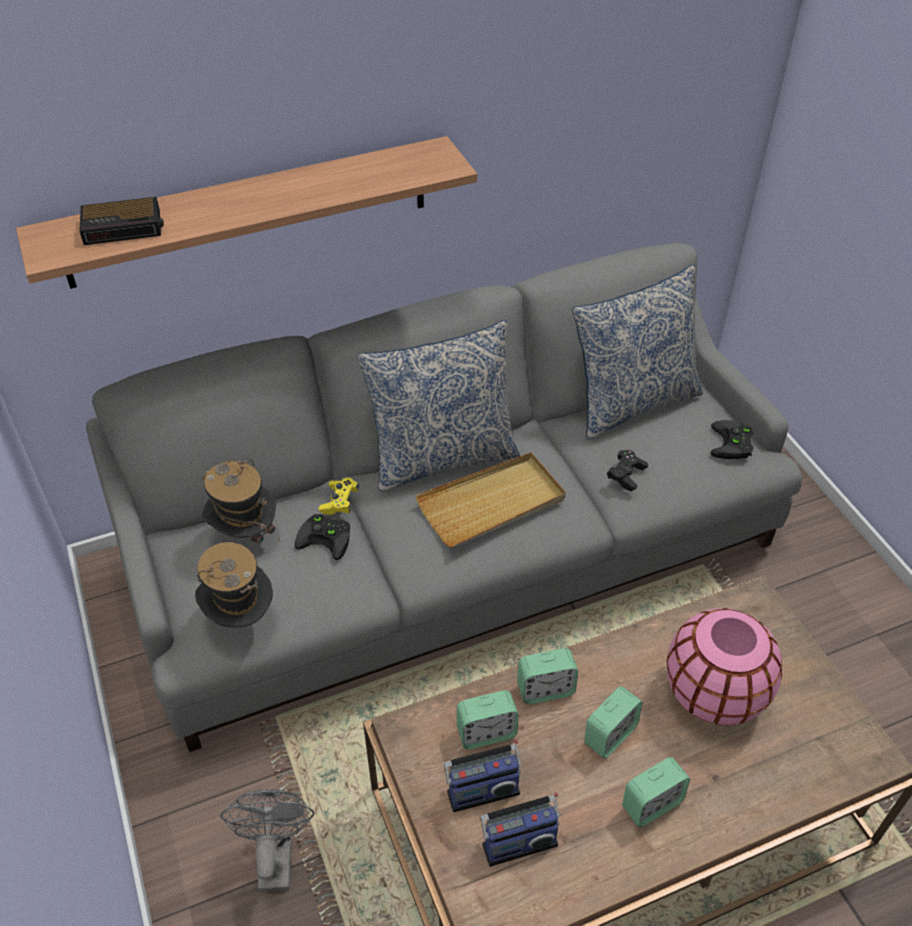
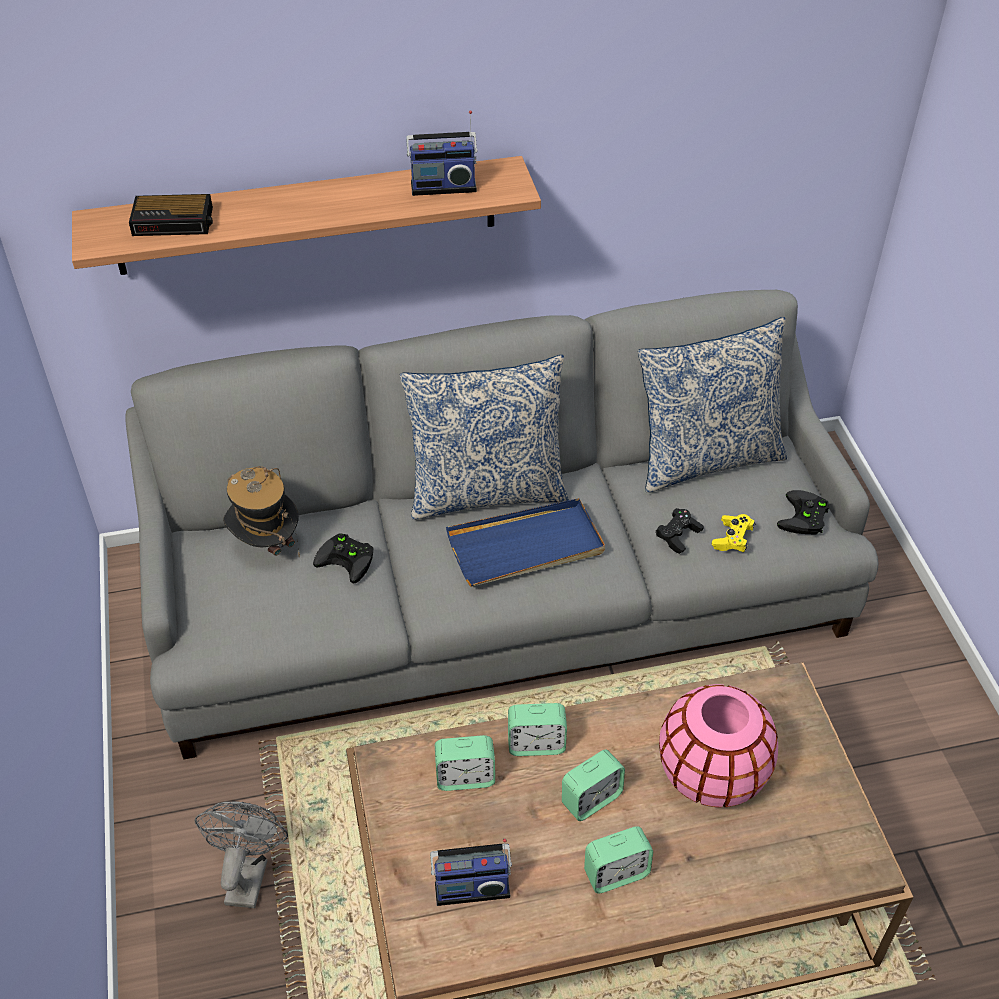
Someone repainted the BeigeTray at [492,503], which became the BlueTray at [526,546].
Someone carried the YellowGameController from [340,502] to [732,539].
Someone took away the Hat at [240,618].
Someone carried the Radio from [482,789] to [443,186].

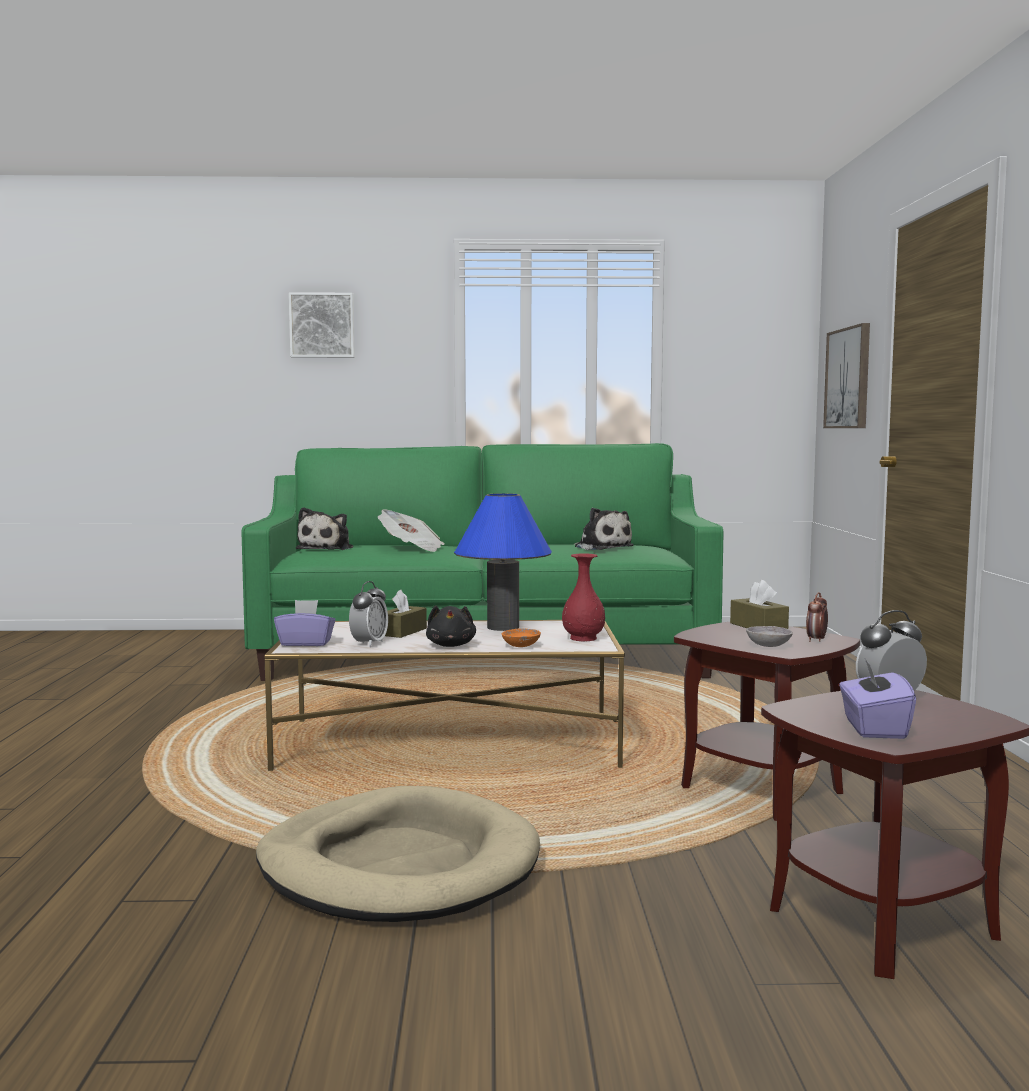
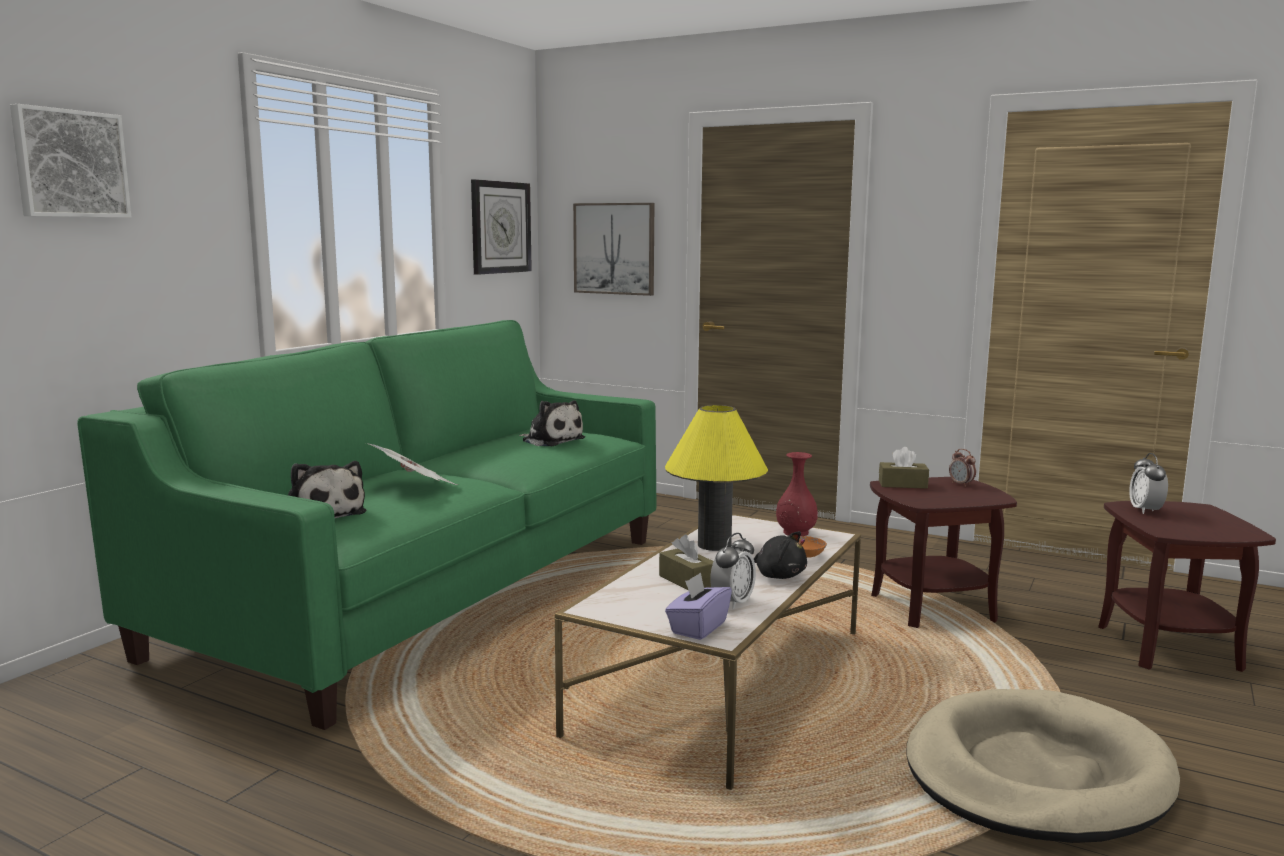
Someone repainted the BlueTableLamp at [503,627], which became the YellowTableLamp at [714,545].
Someone rotated the PlushToy at [601,547] by 45 degrees clockwise.
Someone rotated the AlarmClock at [369,643] by 75 degrees clockwise.
Someone took away the GreyBowl at [768,646].
Someone took away the PurpleTissueBox at [873,728].
Someone put up the WallClock at [500,227].

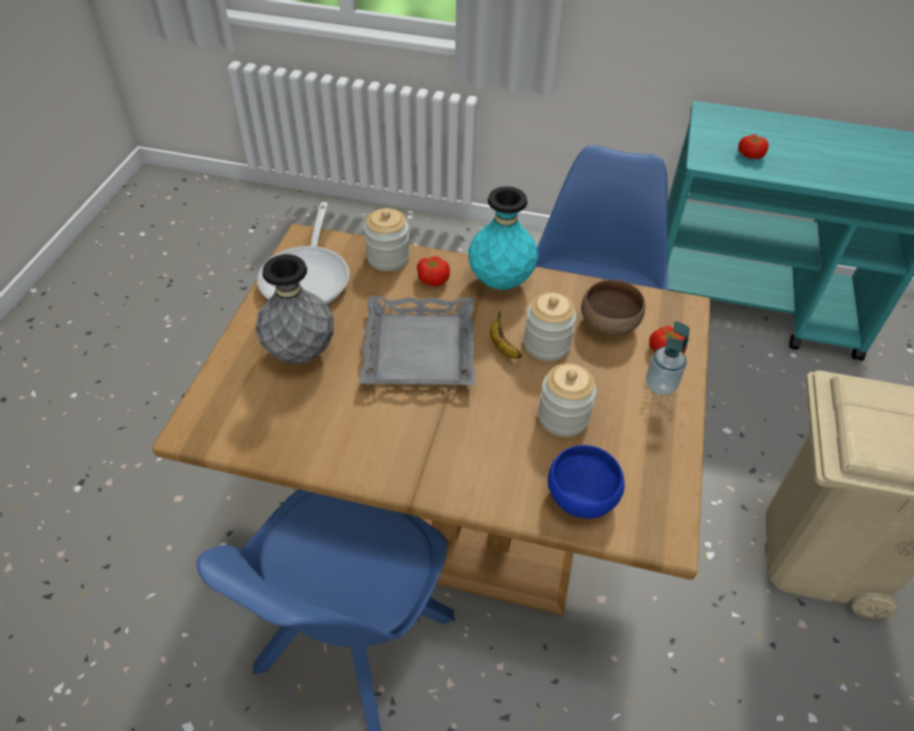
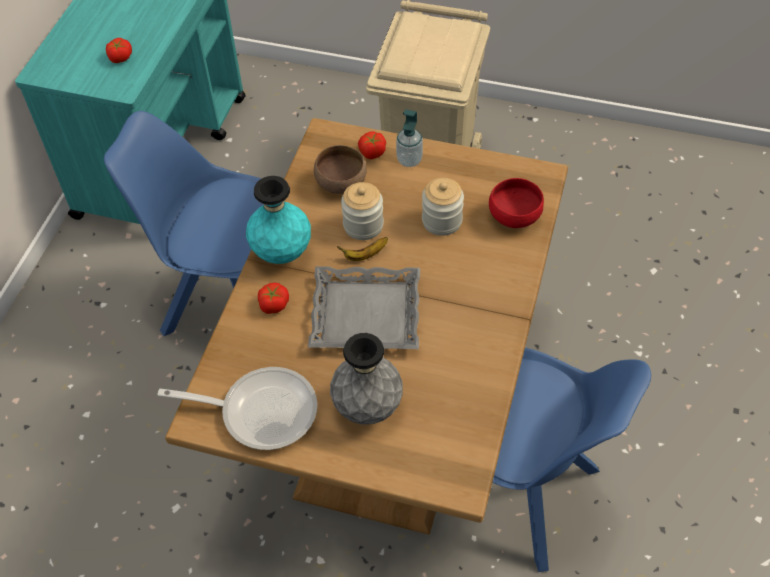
Someone took away the Jar at [388,258].
Someone repainted the BlueBowl at [580,495], which became the RedBowl at [513,217].

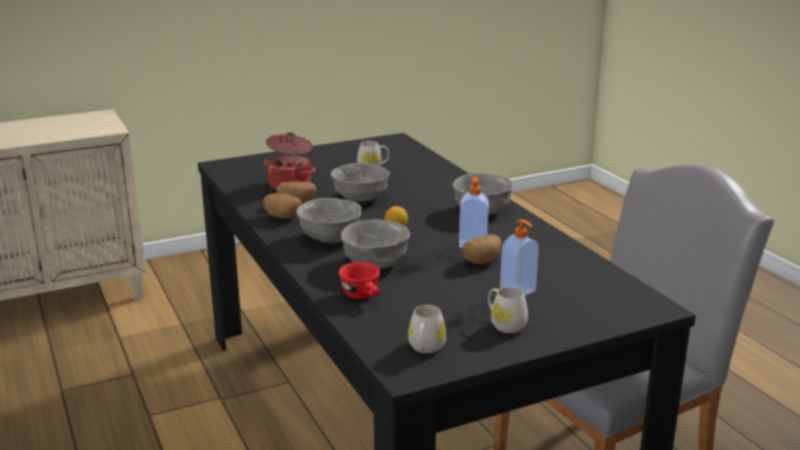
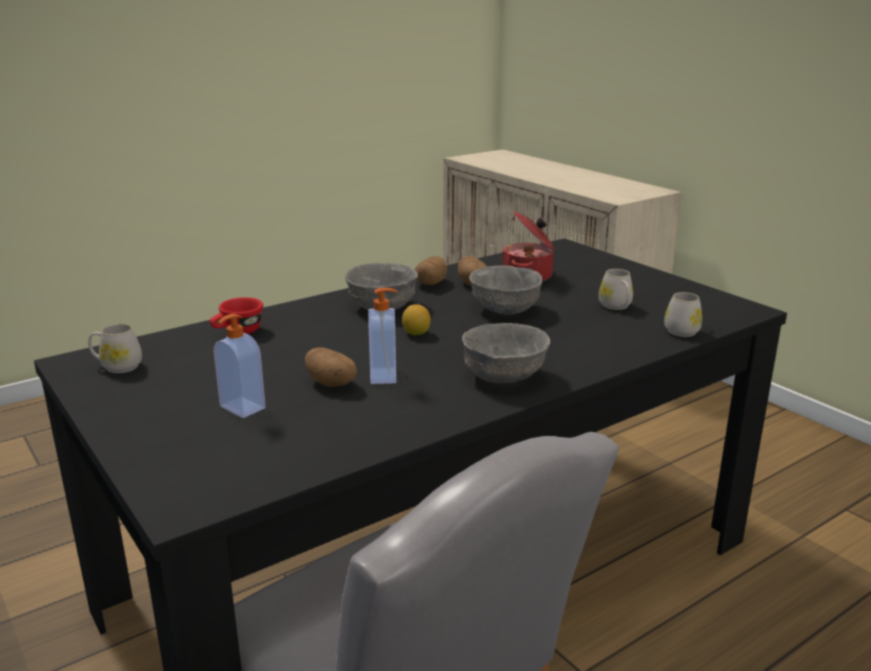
Someone took away the GreyBowl at [376,262].
Someone carried the WhiteMug from [505,324] to [683,330].

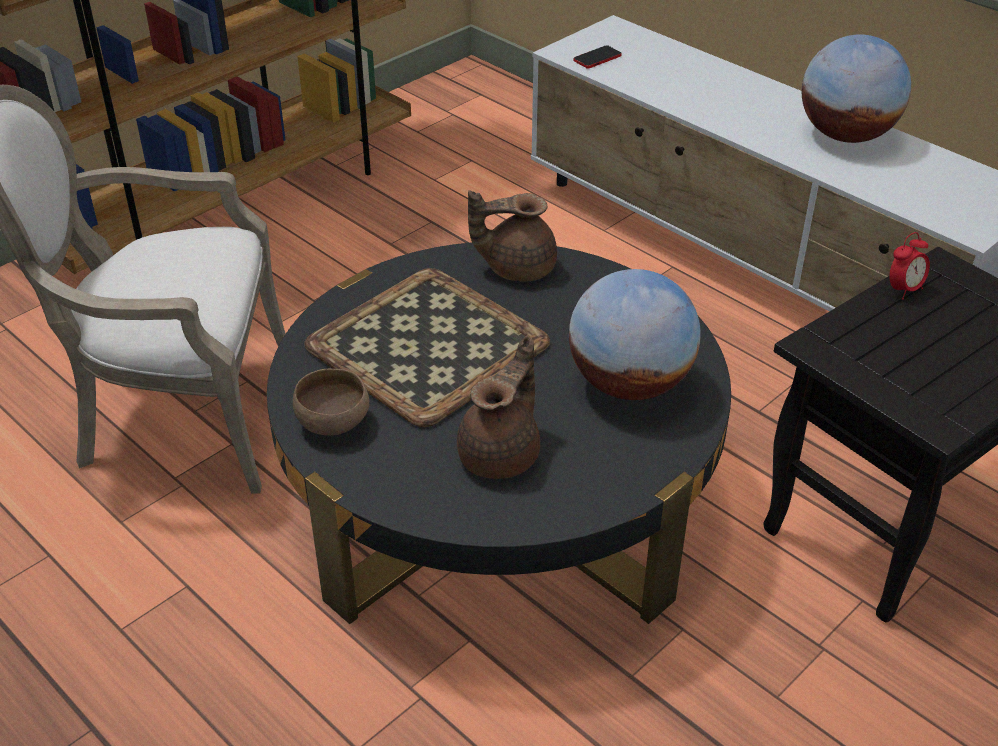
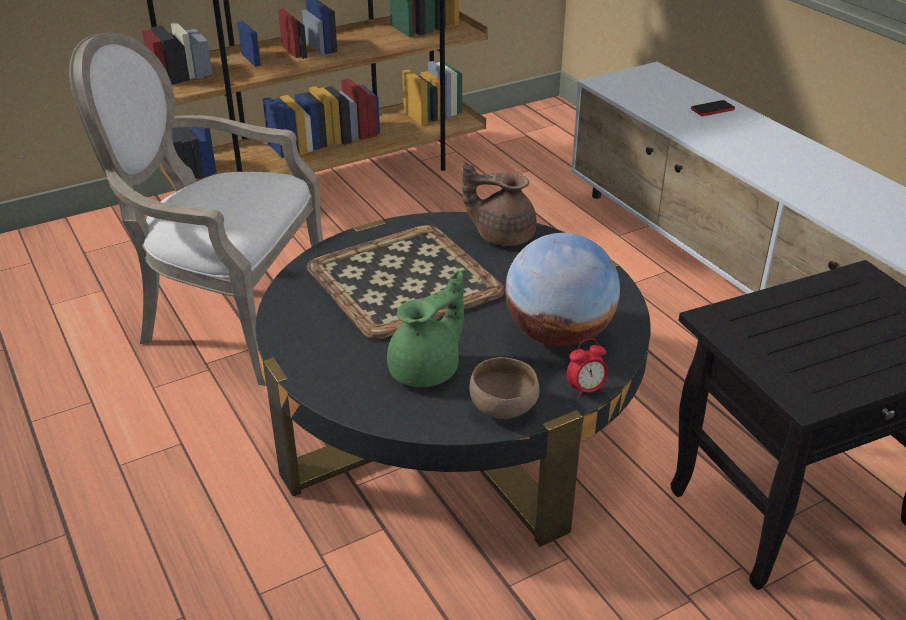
Someone took away the Globe at [845,135].
Someone carried the Phone from [597,58] to [712,109].
Someone carried the AlarmClock from [904,290] to [586,390].
Someone repainted the BrownTeapot at [502,454], which became the GreenTeapot at [427,370].
Someone carried the BrownBowl from [334,422] to [504,407].

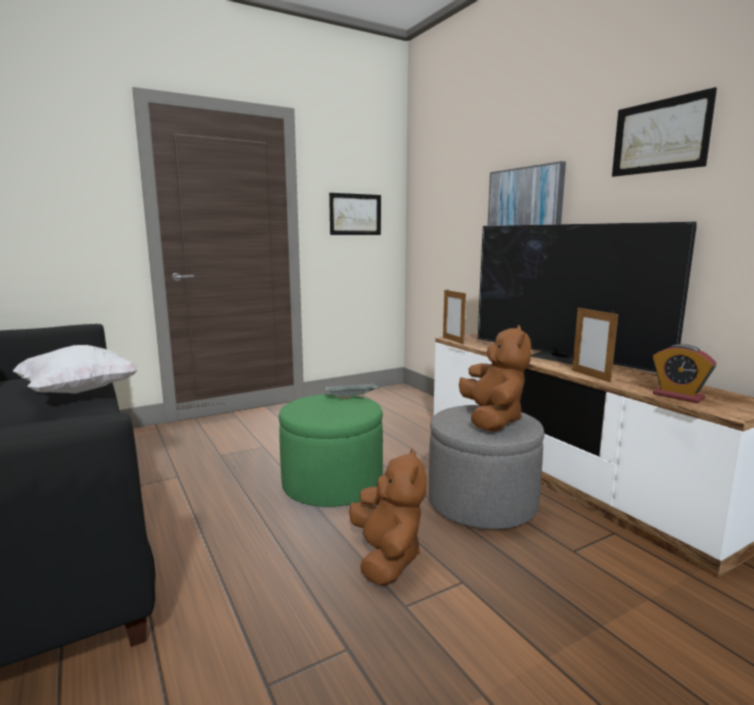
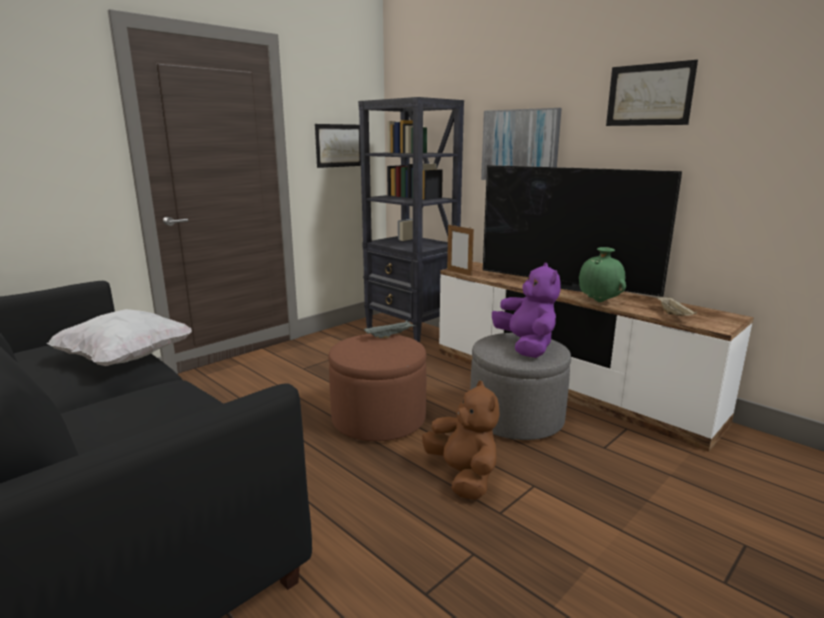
Someone swapped the PictureFrame at [590,376] for the GreenVase at [599,301].
Someone repainted the BrownPlushToy at [492,419], which became the PurplePlushToy at [526,346].
Someone swapped the AlarmClock at [678,396] for the BeigeTray at [674,315].
Someone repainted the GreenOttoman at [332,484], which became the BrownOttoman at [379,419].
Someone put down the BlackBookcase at [411,332].

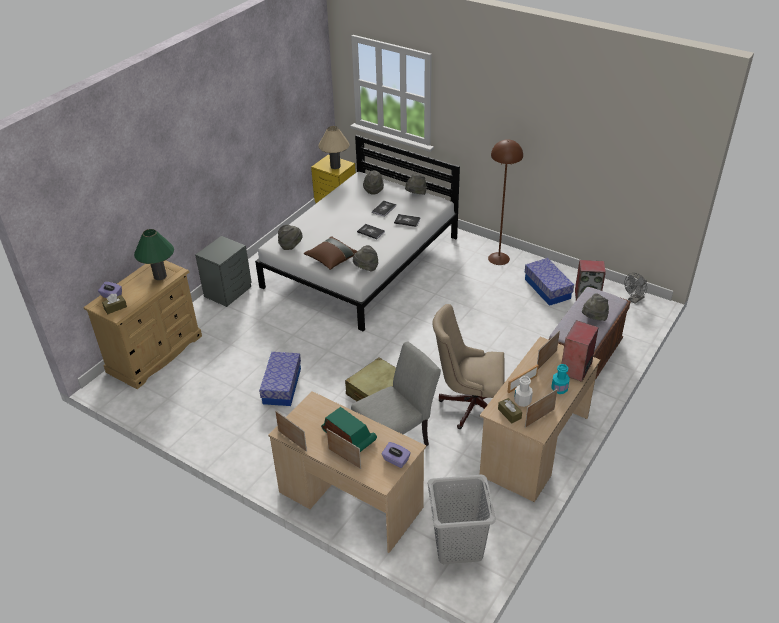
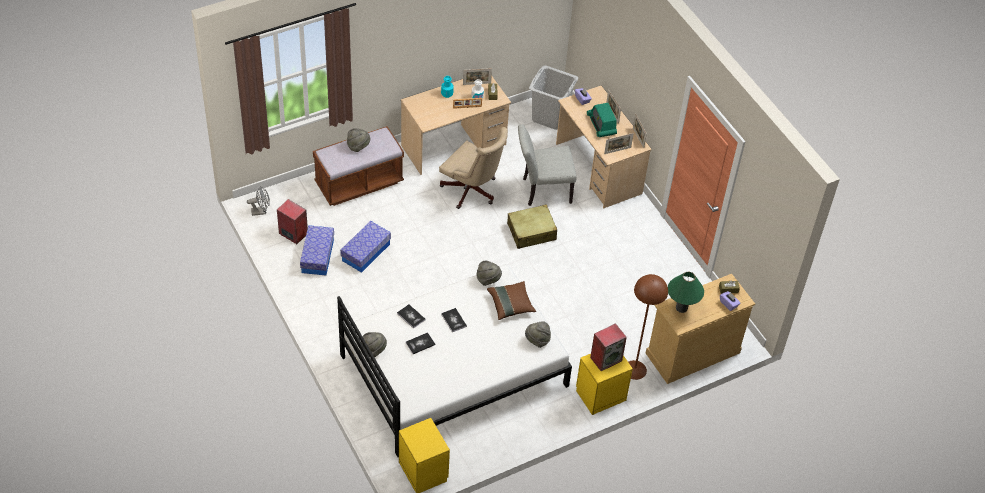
Someone took away the BeigeTableLamp at [335,166].
Someone carried the BrownFloorLamp from [498,258] to [635,369].
Someone took away the GreyHat at [373,190].
Someone repainted the GreyNightstand at [229,291], which became the YellowNightstand at [599,395].
Someone carried the Speaker from [576,369] to [606,358].
Someone carried the PictureFrame from [546,360] to [617,150].
Someone carried the StorageBox from [282,386] to [366,252].

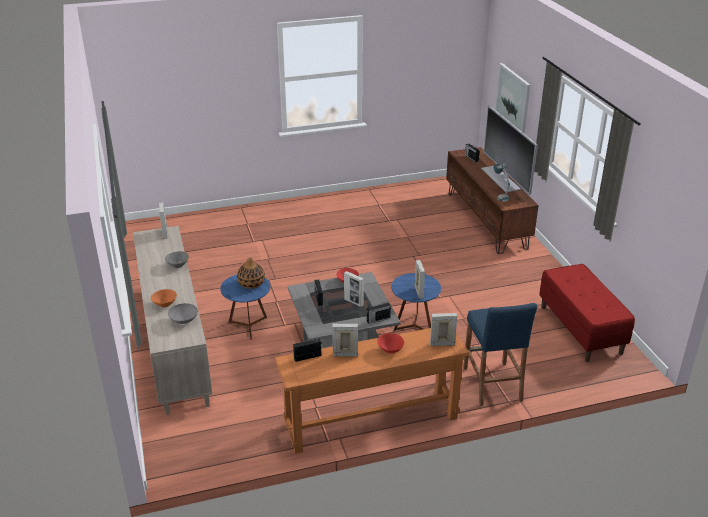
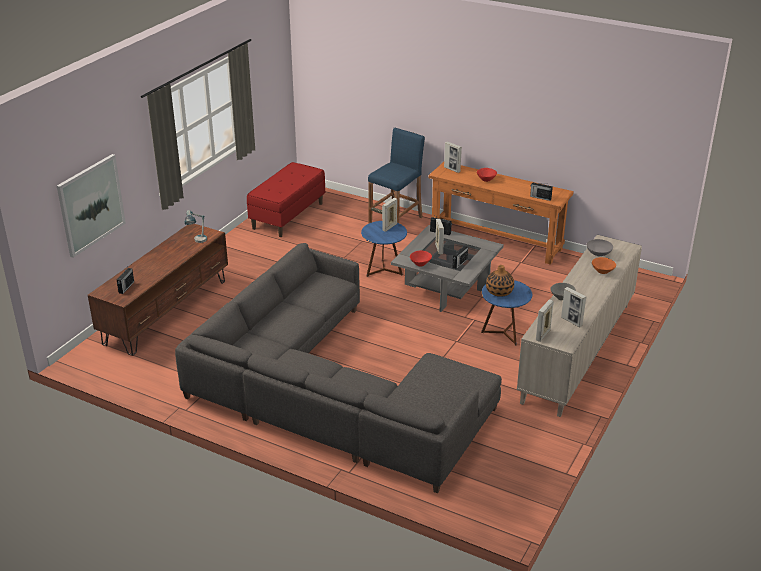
Someone took away the Television at [501,178].
Someone carried the PictureFrame from [345,355] to [571,321].
Someone put down the GreySofa at [330,391].

